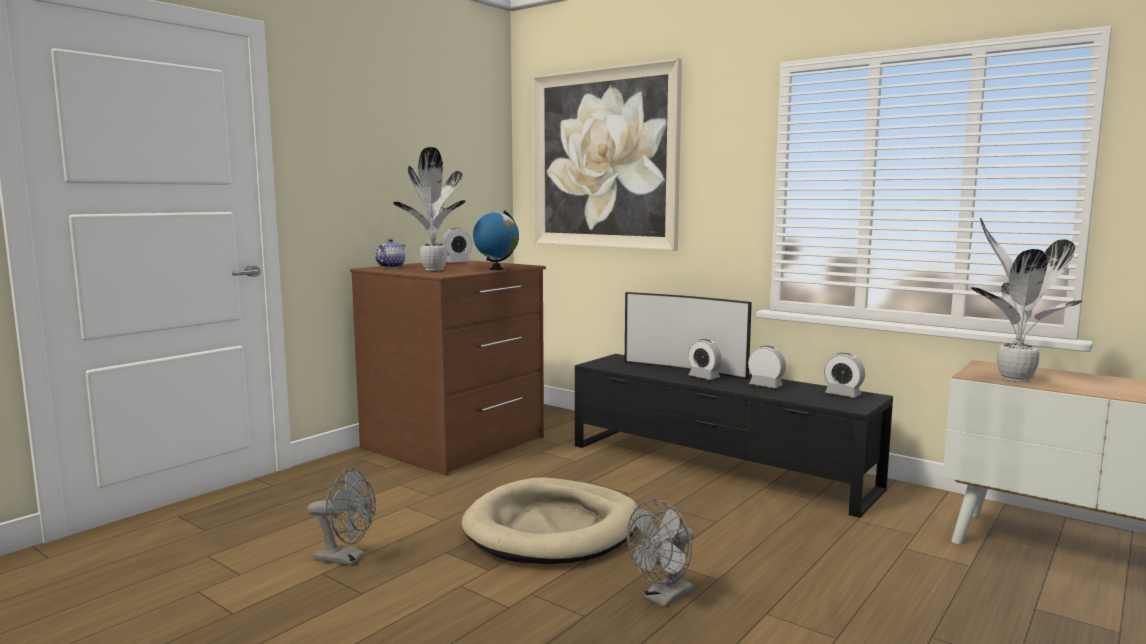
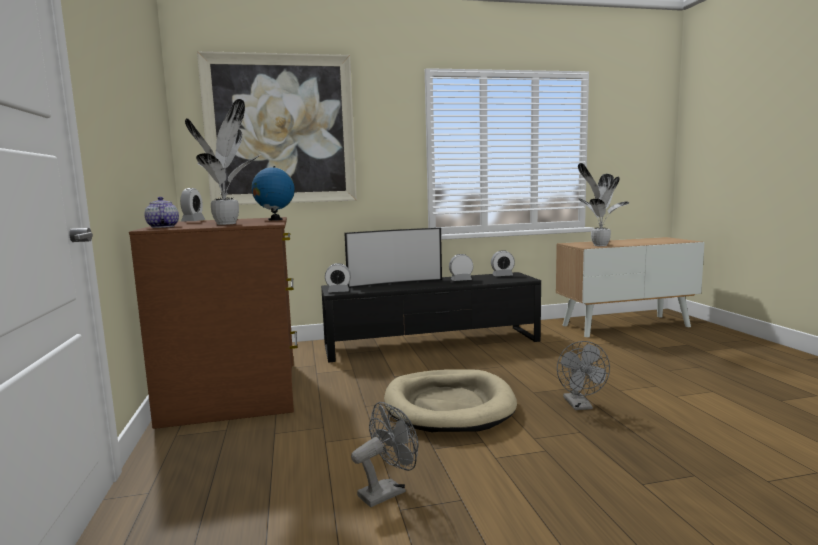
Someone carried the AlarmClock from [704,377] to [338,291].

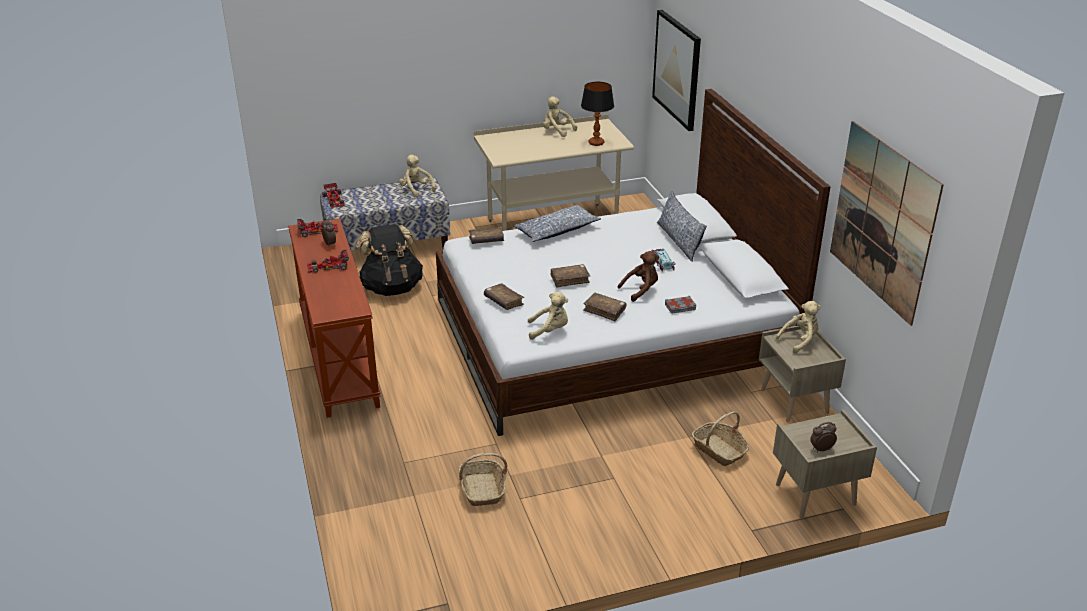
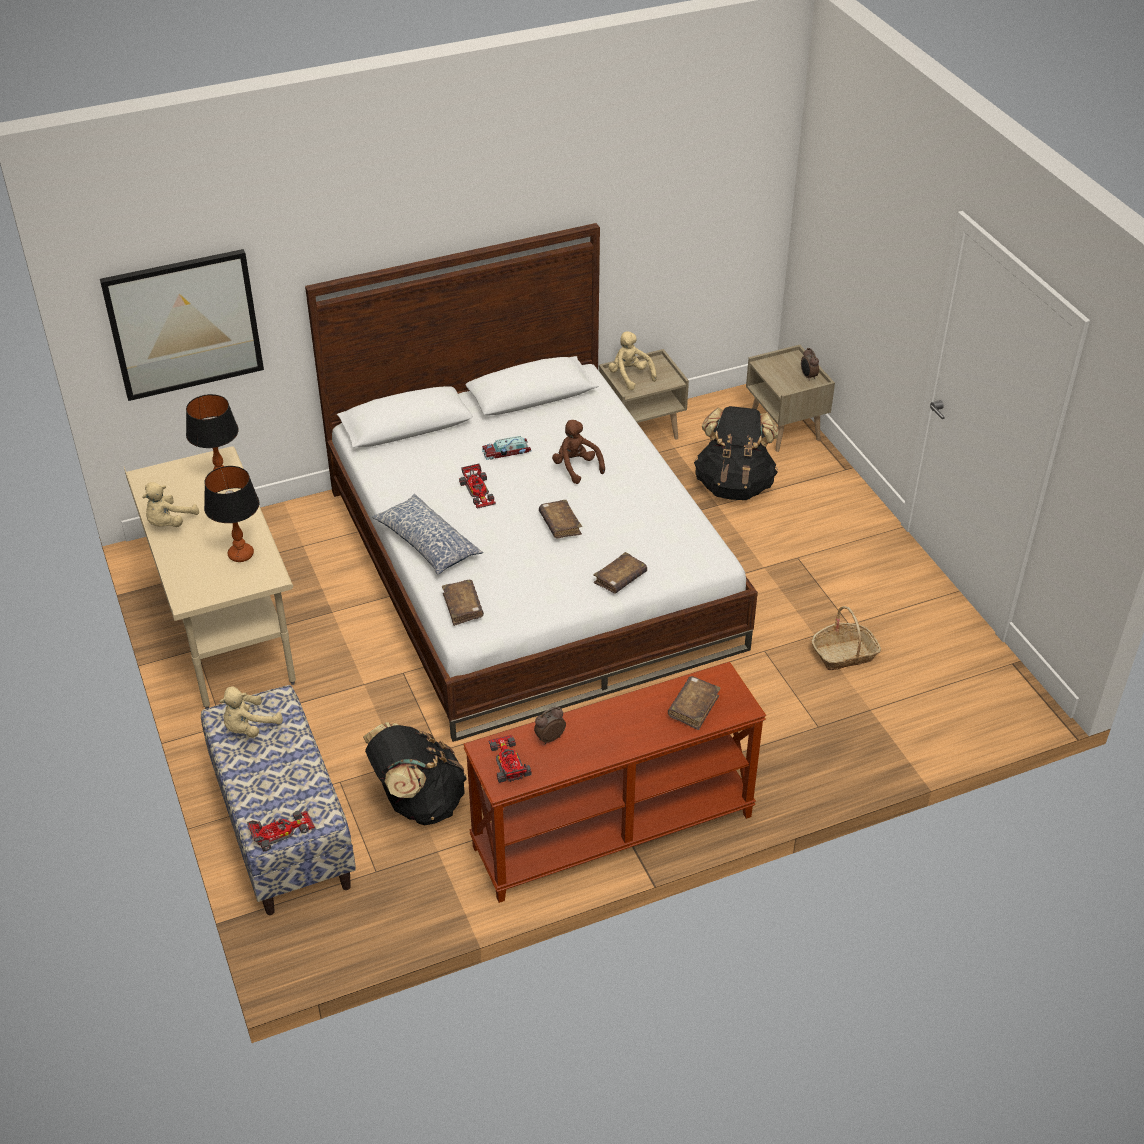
Someone took away the Picture at [883,221].
Someone took away the Pillow at [679,241].
Someone carried the ToyCar from [328,266] to [478,491].
Someone took away the BeigePlushToy at [550,330].
Someone carried the BrownBook from [604,310] to [693,707].
Someone took away the GreyBook at [680,307].
Someone swapped the Basket at [719,450] for the BlackBackpack at [734,485].
Someone put down the TableLamp at [241,554].

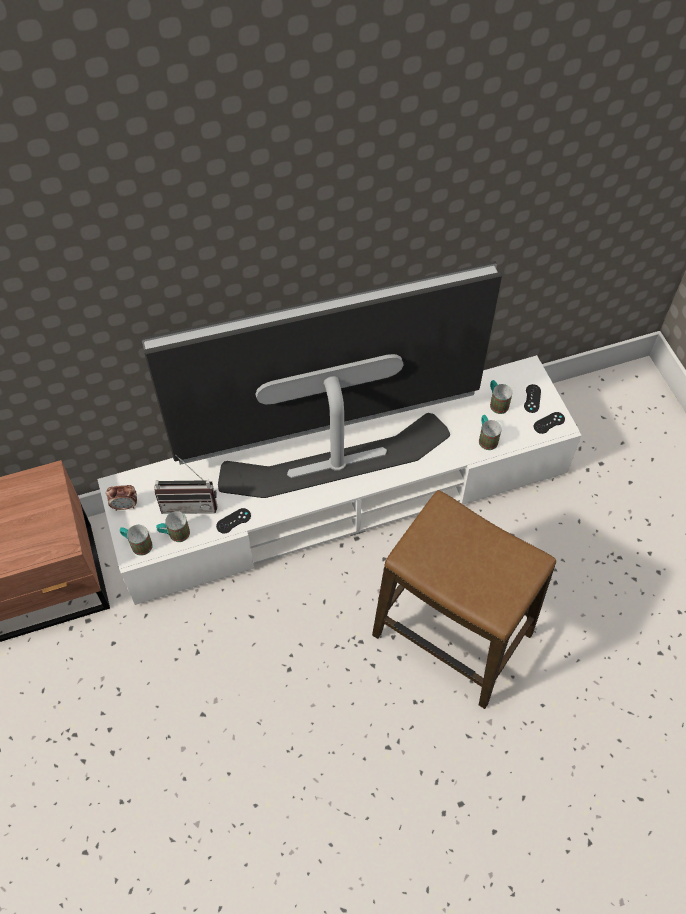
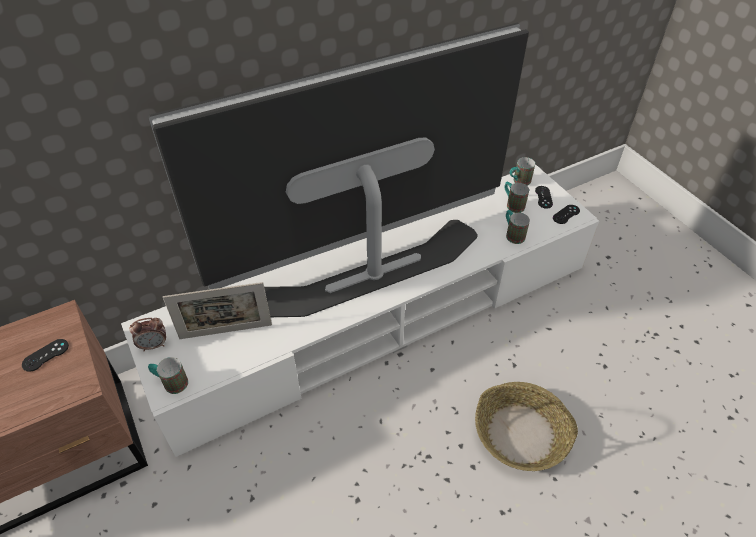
Someone swapped the Radio at [190,502] for the PictureFrame at [226,331].
Someone swapped the Stool at [453,635] for the Basket at [521,433].
Someone carried the BlackGameController from [233,521] to [45,355].
Someone carried the Mug from [174,534] to [518,182].

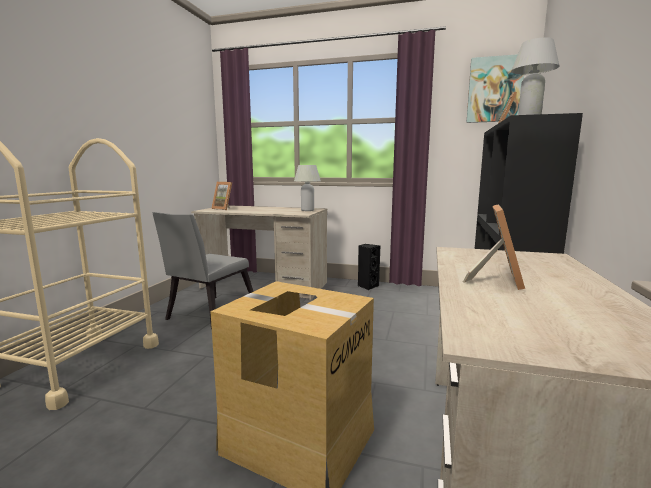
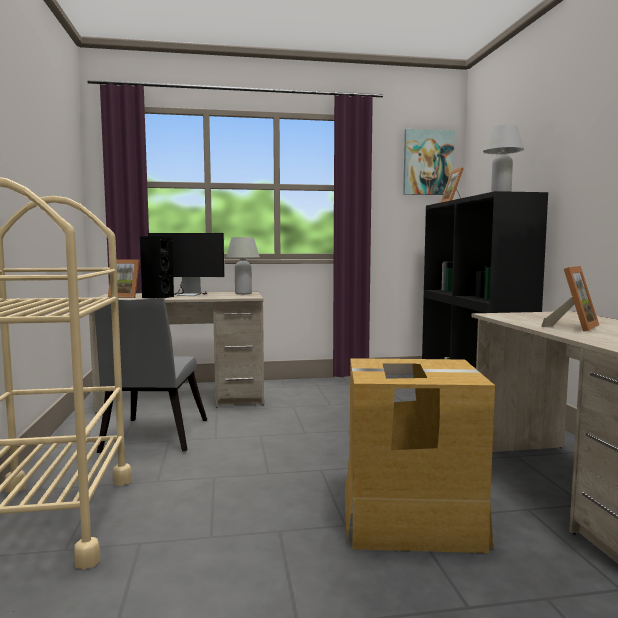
Someone rotated the PictureFrame at [495,280] by 45 degrees clockwise.
Someone carried the BlackSpeaker from [367,286] to [157,297].
Someone put down the Monitor at [182,295].

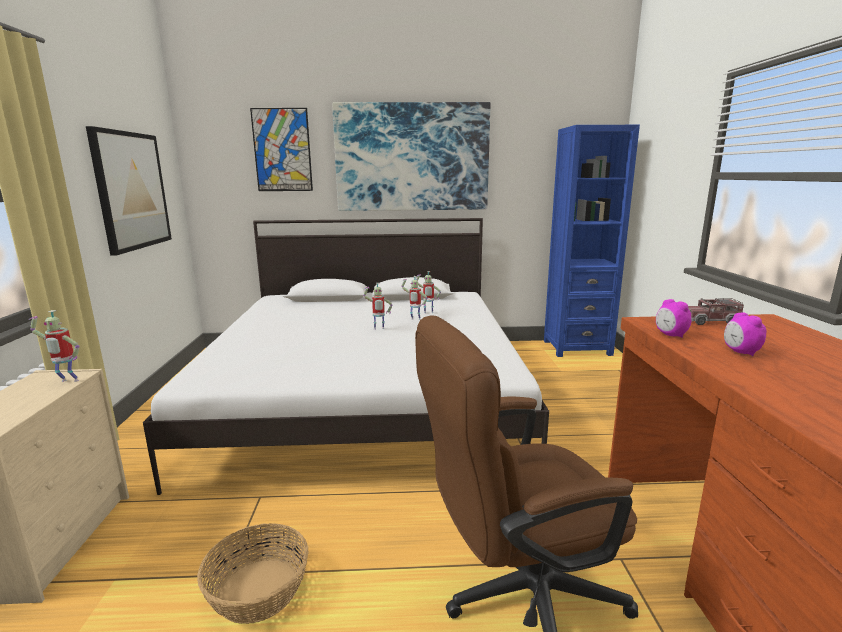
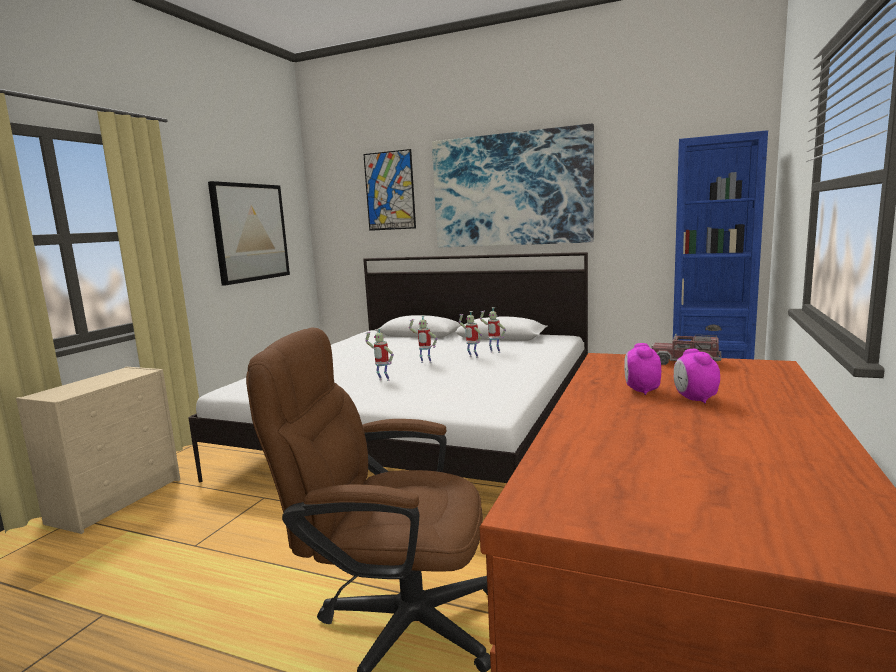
Someone carried the AlarmClock from [670,335] to [694,399].
Someone carried the ToyRobot from [67,382] to [382,380].
Someone took away the Basket at [257,590].

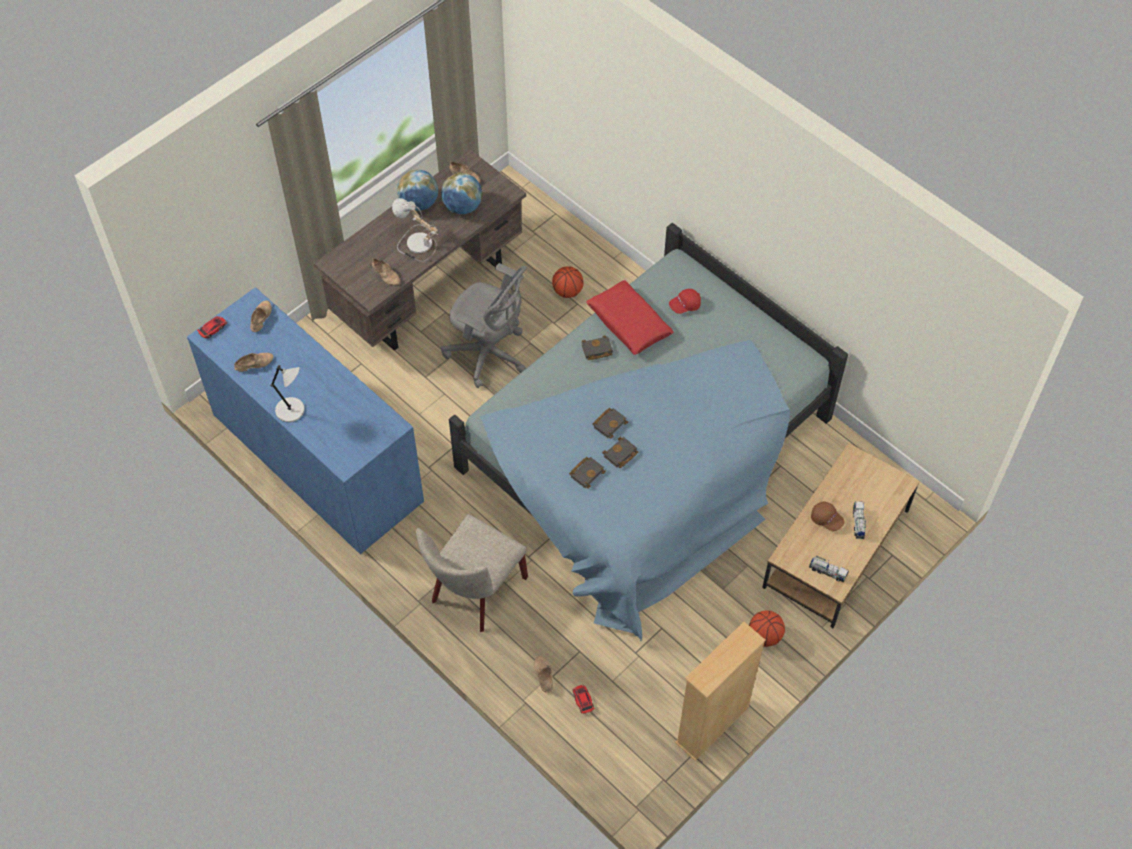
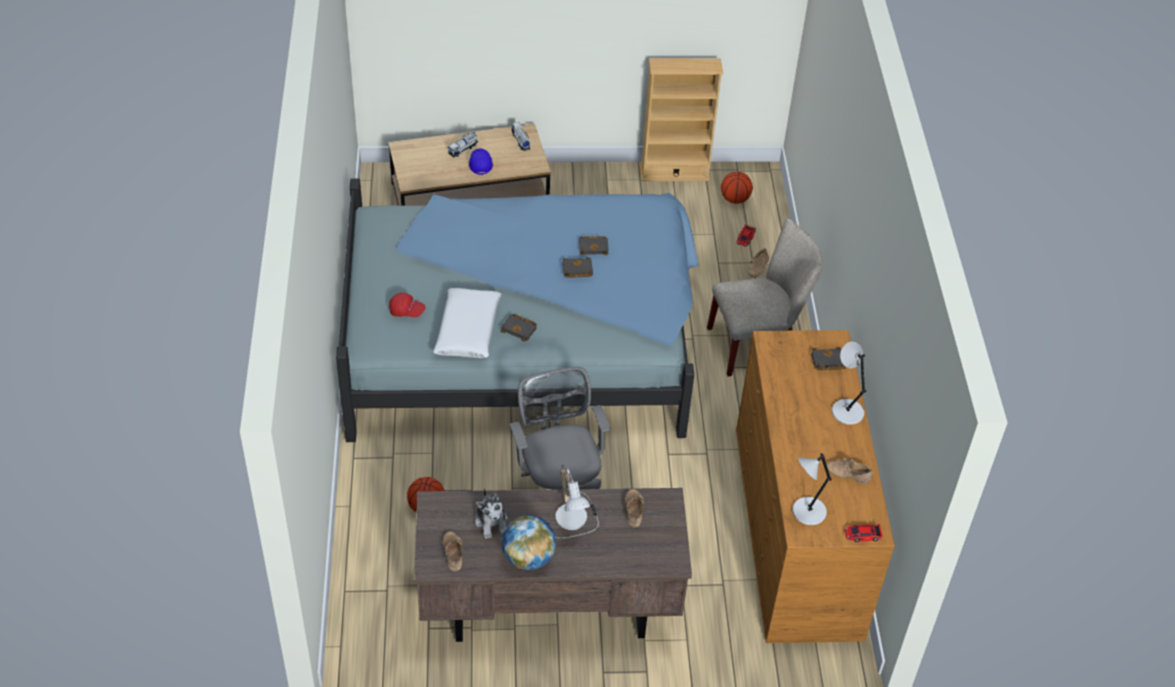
Someone swapped the Globe at [462,207] for the PlushToy at [491,522].
Someone repainted the RedPillow at [628,323], which became the WhitePillow at [468,330].
Someone repainted the BlueDresser at [316,457], which became the BrownDresser at [797,531].
Someone swapped the BeigeShoe at [260,317] for the GreyTableLamp at [807,512].
Someone carried the BlackBook from [587,472] to [827,362].
Someone repainted the BrownCap at [826,519], which became the BlueCap at [480,164].
Someone carried the Basketball from [765,636] to [735,199].

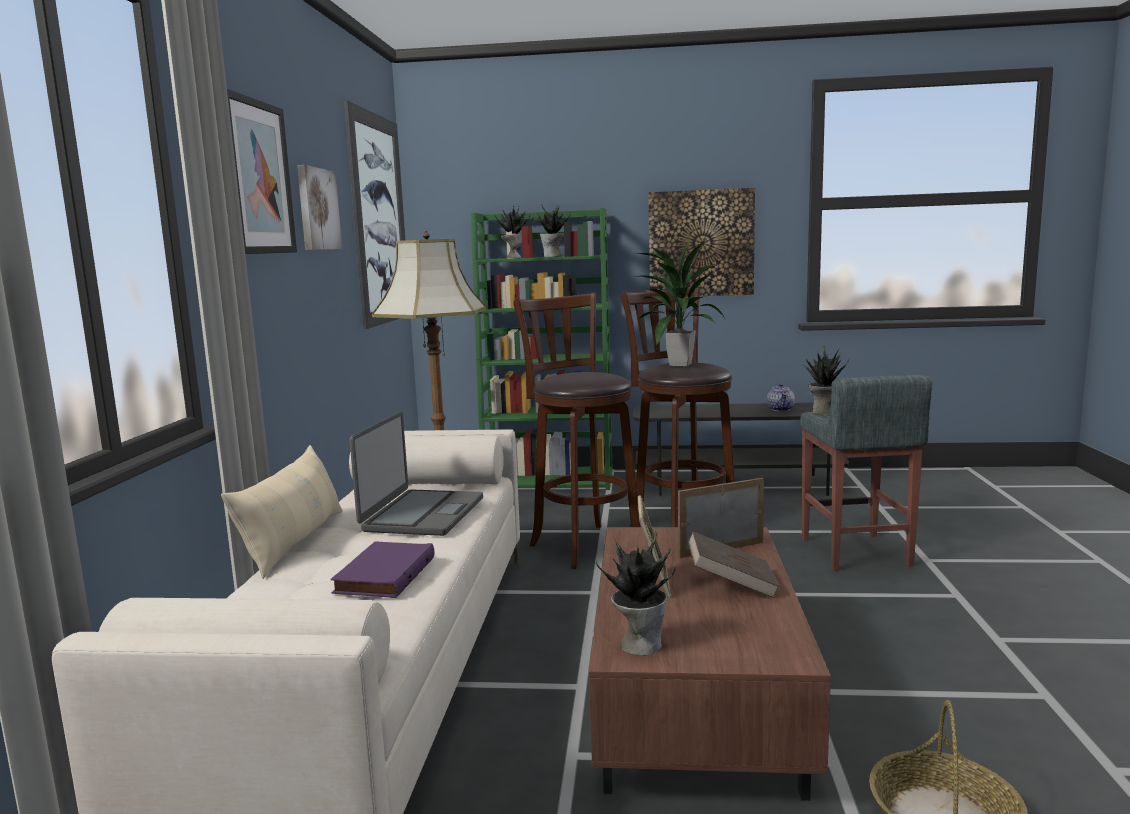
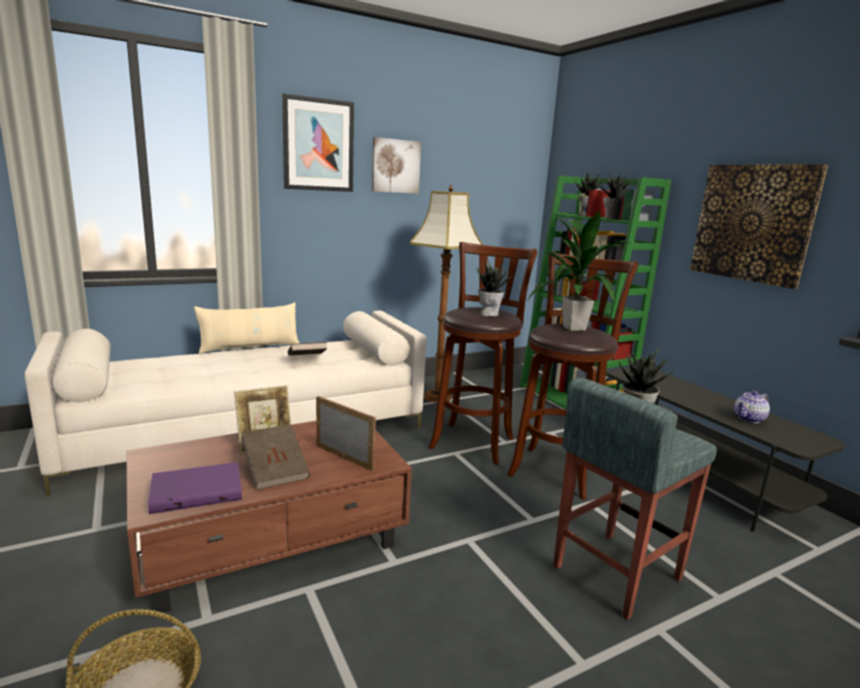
Someone took away the Picture at [379,220].
Someone swapped the Laptop at [422,514] for the BrownBook at [307,360].
Someone carried the PottedPlant from [639,644] to [489,314].
Someone carried the PurpleBook from [383,575] to [197,491].

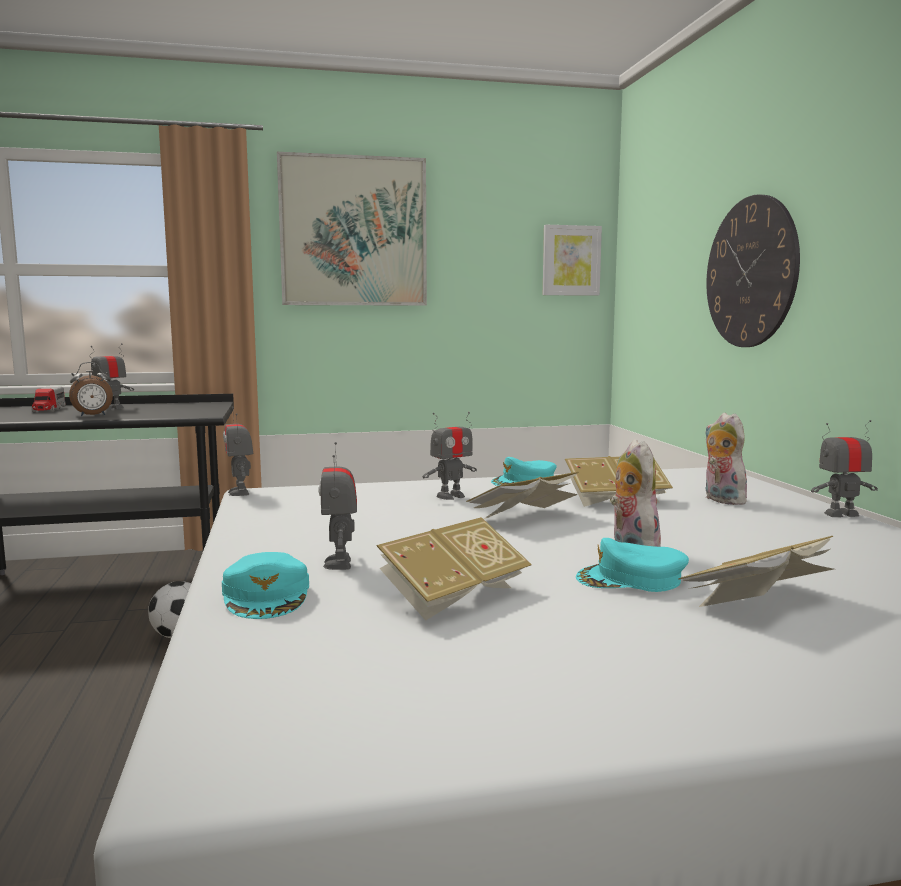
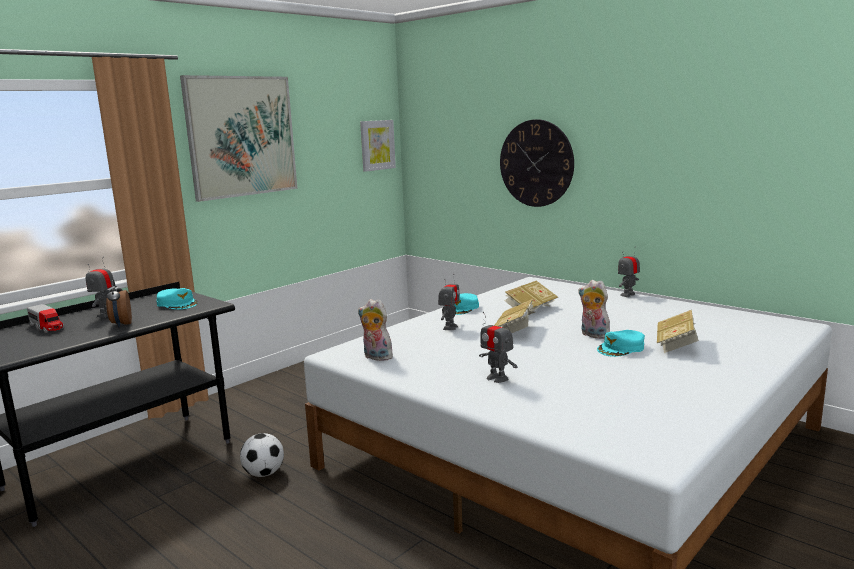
Someone rotated the AlarmClock at [93,415] by 135 degrees clockwise.
Someone took away the ToyRobot at [240,492].
Someone carried the PlushToy from [721,500] to [376,357].
Someone took away the Book at [453,596].
Someone carried the TurquoiseCap from [267,596] to [177,304].

